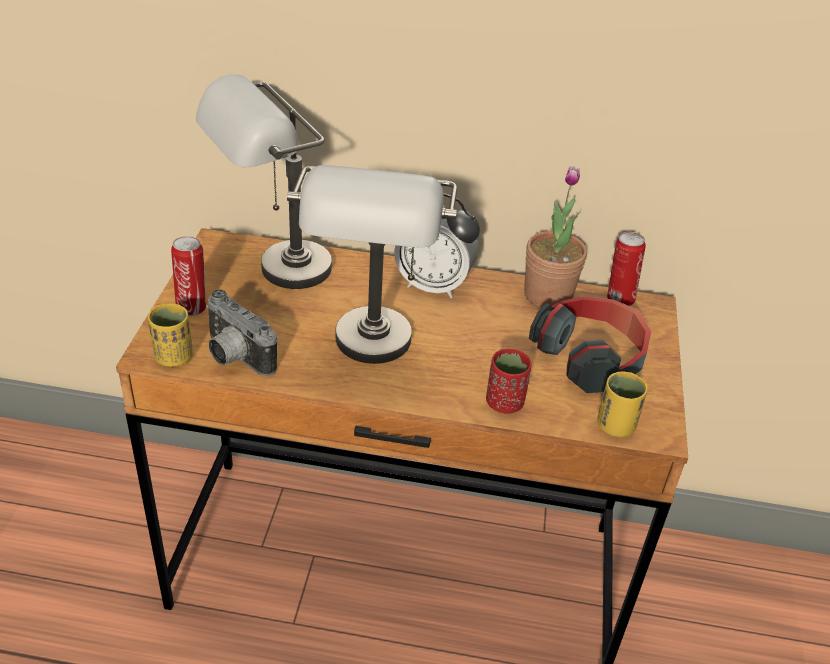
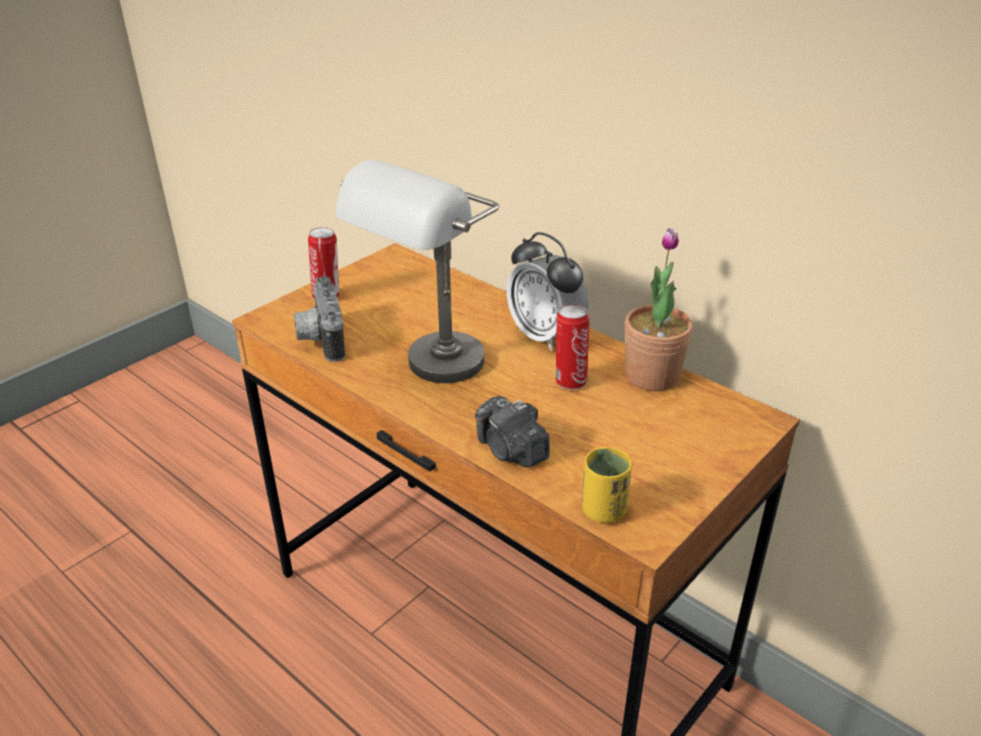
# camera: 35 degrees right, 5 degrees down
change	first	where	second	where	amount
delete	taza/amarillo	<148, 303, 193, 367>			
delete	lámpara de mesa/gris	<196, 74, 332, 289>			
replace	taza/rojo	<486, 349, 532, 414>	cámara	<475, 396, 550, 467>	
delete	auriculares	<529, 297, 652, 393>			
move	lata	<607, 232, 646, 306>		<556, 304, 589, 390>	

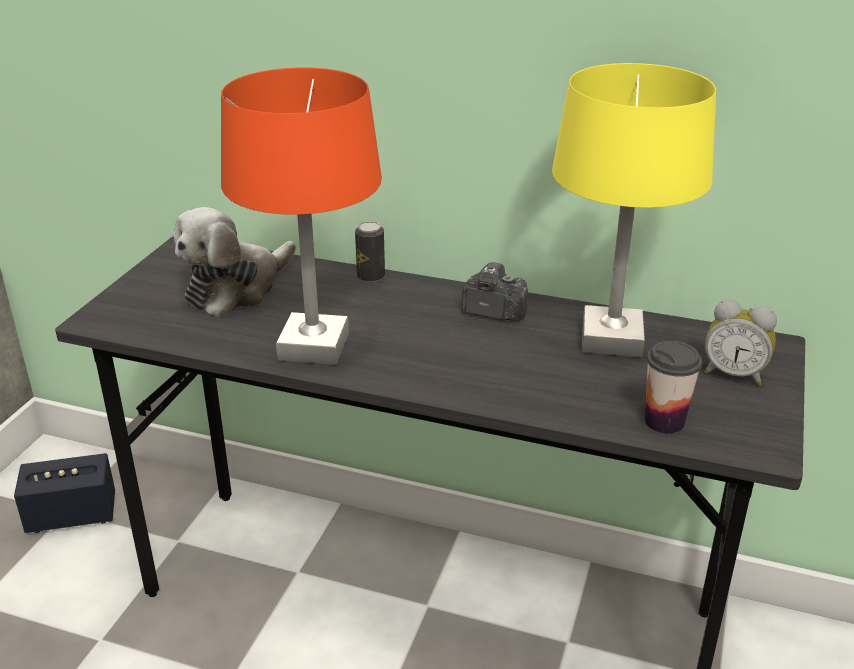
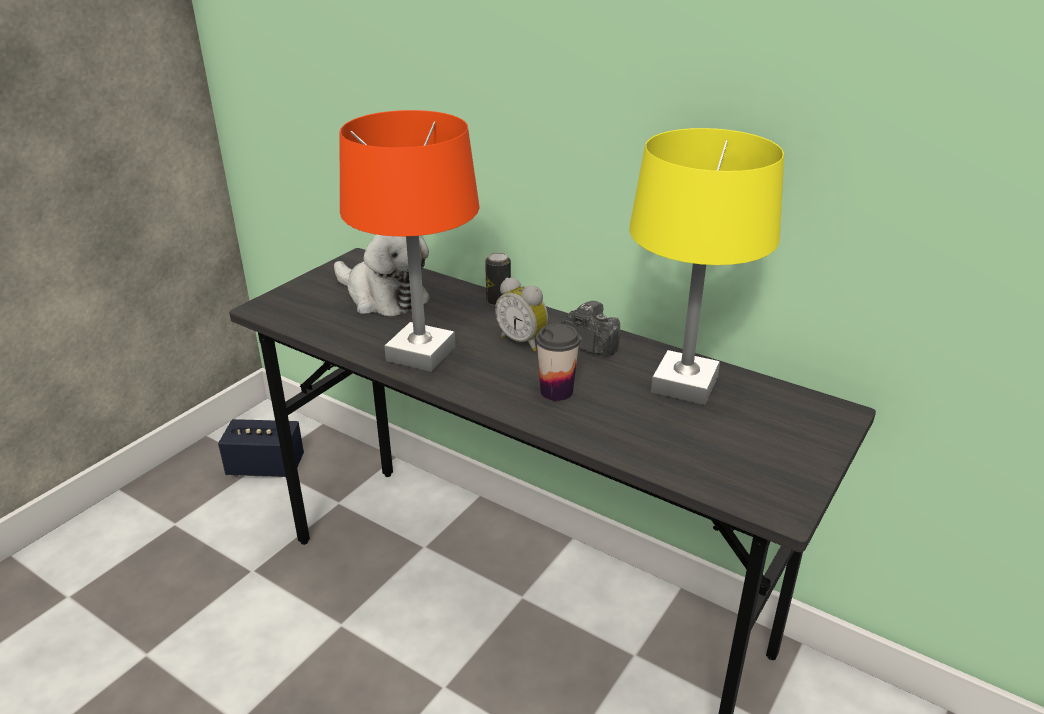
# camera: 15 degrees right, 0 degrees up
change	first	where	second	where	amount
rotate	peluche	<174, 207, 296, 317>		<334, 235, 430, 316>	105 degrees counterclockwise
move	taza	<645, 341, 702, 434>		<536, 323, 580, 401>	
move	despertador	<704, 299, 777, 386>		<495, 277, 548, 351>	

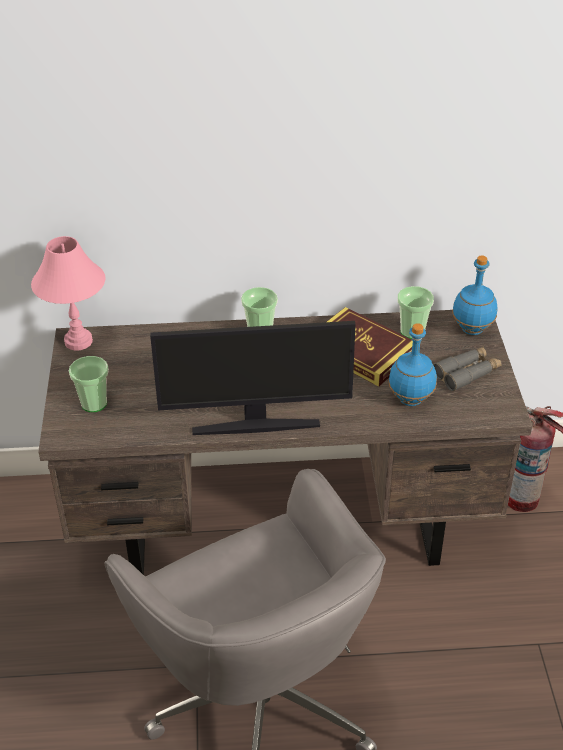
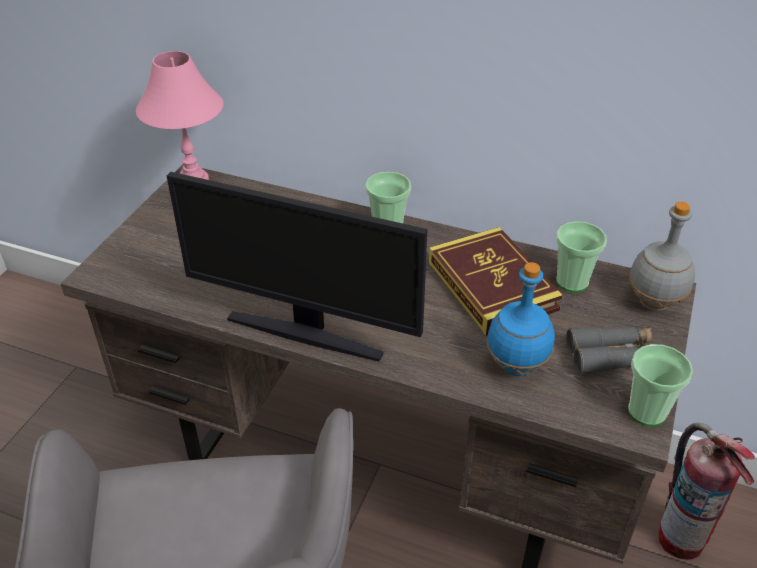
# camera: 25 degrees right, 0 degrees up
change	first	where	second	where	amount
move	taza	<69, 356, 109, 412>		<628, 344, 693, 426>	
recolor	botella/azul	<452, 255, 497, 335>	botella/gris	<629, 202, 695, 311>	

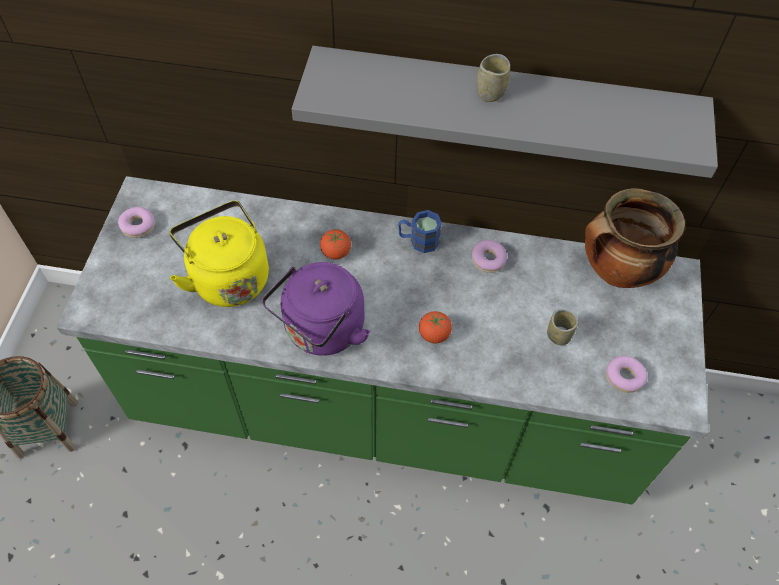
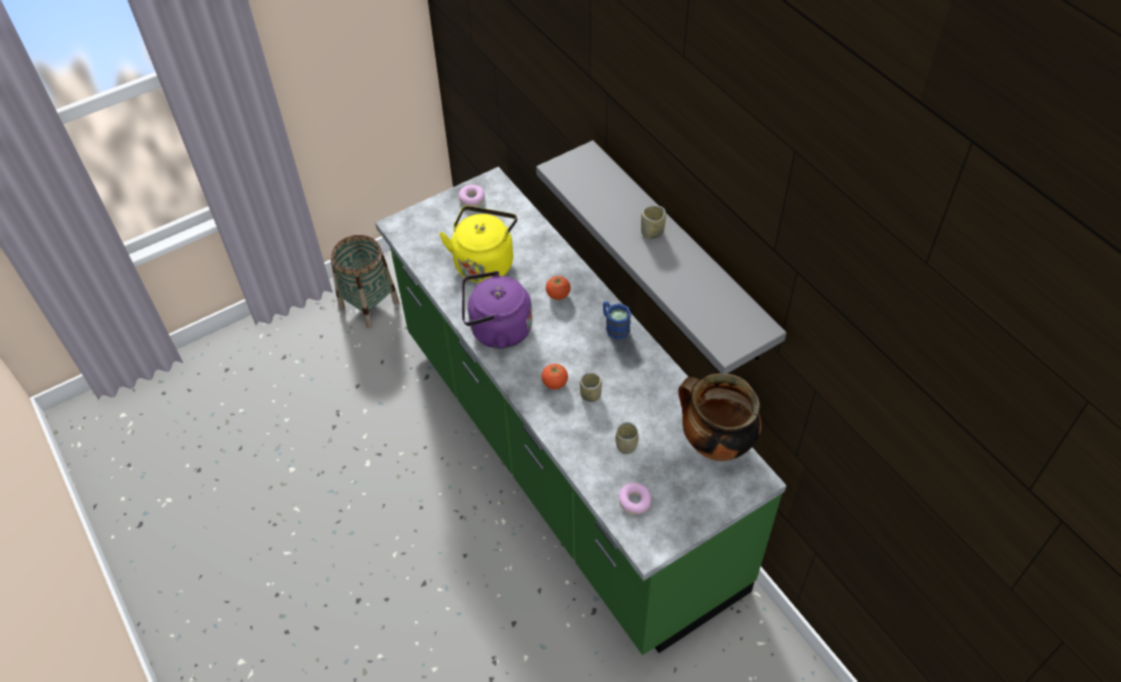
# camera: 50 degrees right, 5 degrees down
change	first	where	second	where	amount
delete	rosquilla	<472, 240, 507, 273>			
insert			taza	<580, 373, 602, 402>	

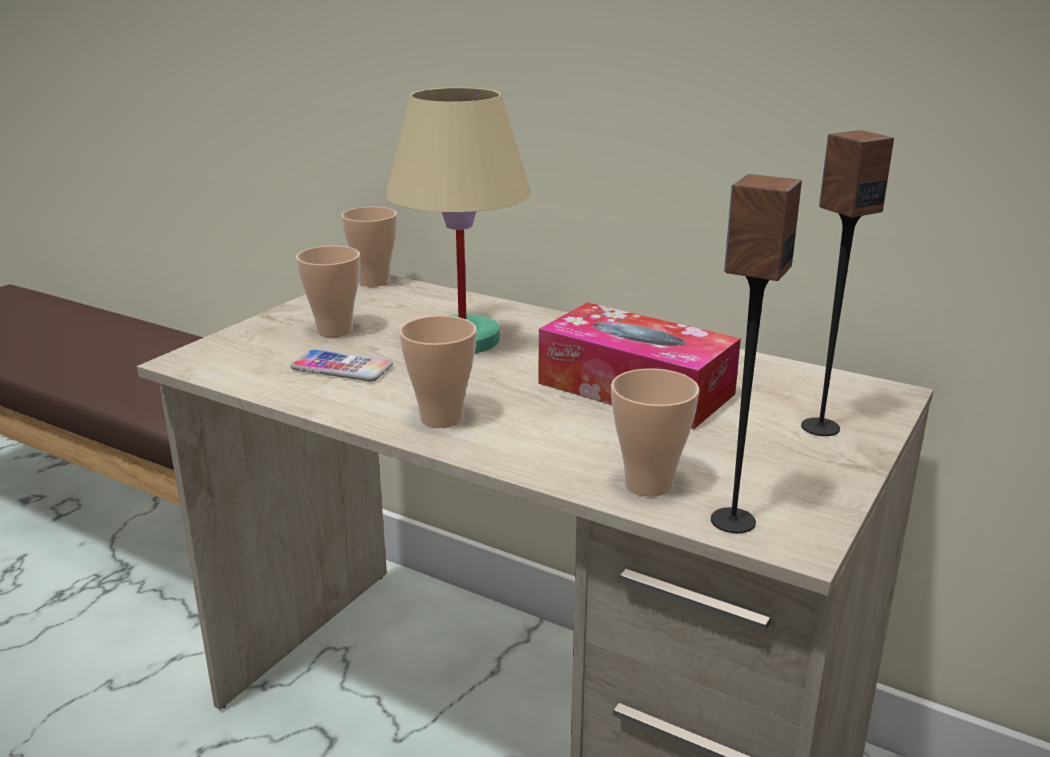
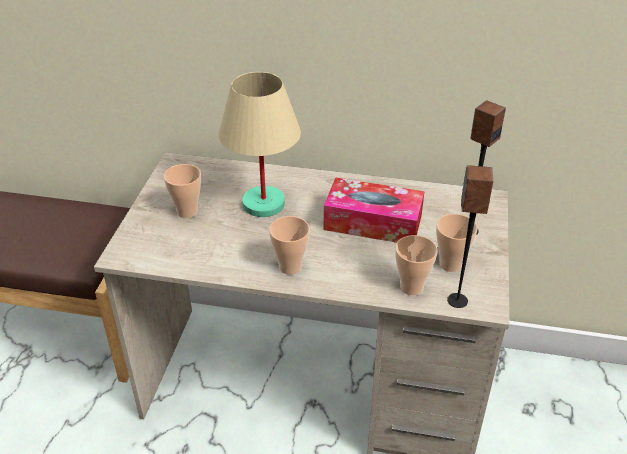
# camera: 20 degrees left, 15 degrees up
change	first	where	second	where	amount
delete	móvil	<291, 349, 393, 381>			
move	taza	<341, 207, 397, 287>		<436, 214, 477, 272>	

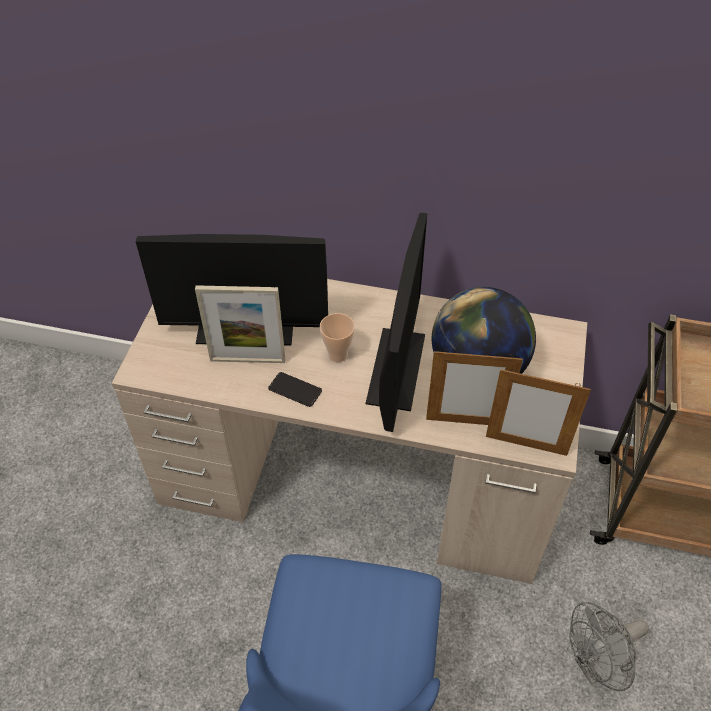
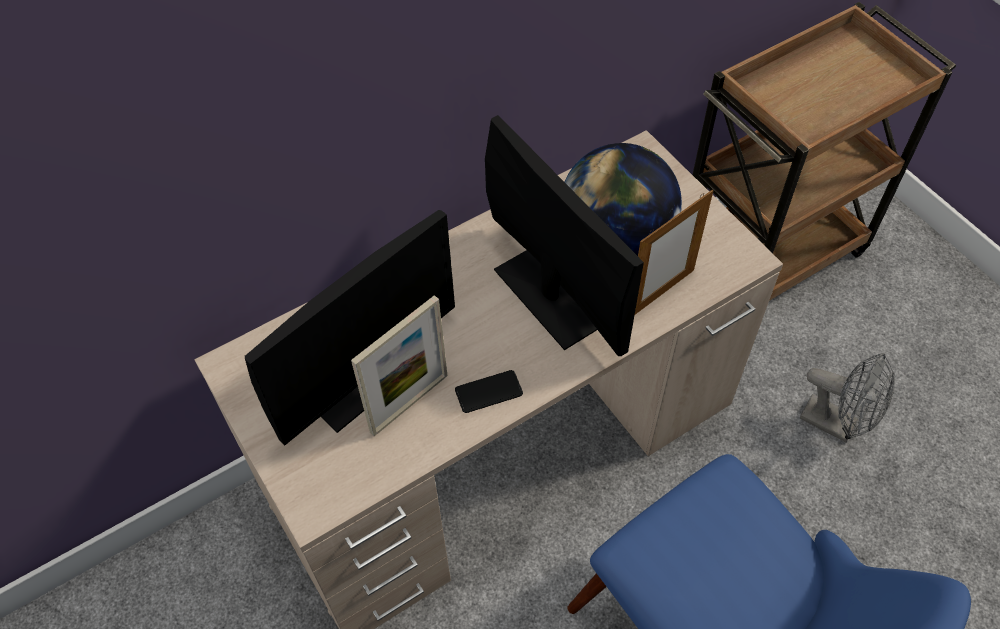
# camera: 45 degrees left, 5 degrees up
change	first	where	second	where	amount
delete	taza	<320, 313, 355, 362>			
delete	portarretratos	<486, 369, 591, 456>			
rotate	ventilador/gris	<569, 602, 649, 691>		<800, 353, 895, 442>	75 degrees counterclockwise

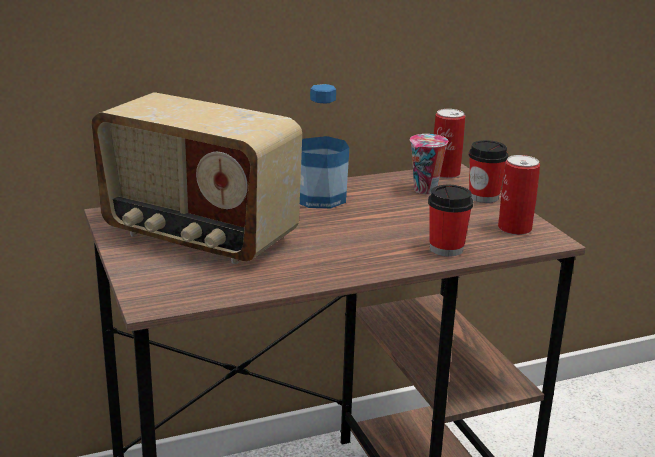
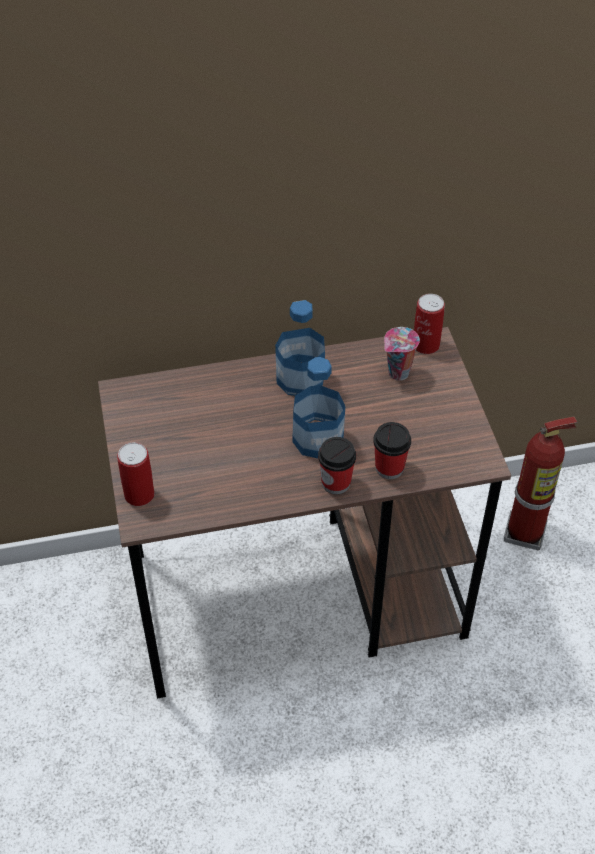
# camera: 10 degrees right, 25 degrees up
change	first	where	second	where	amount
delete	radio	<91, 92, 302, 264>			
move	taza	<469, 140, 508, 203>		<318, 437, 356, 494>	
move	lata	<498, 155, 540, 235>		<117, 442, 155, 506>	
insert			botella	<292, 357, 345, 458>	
insert			extintor	<504, 417, 578, 550>	

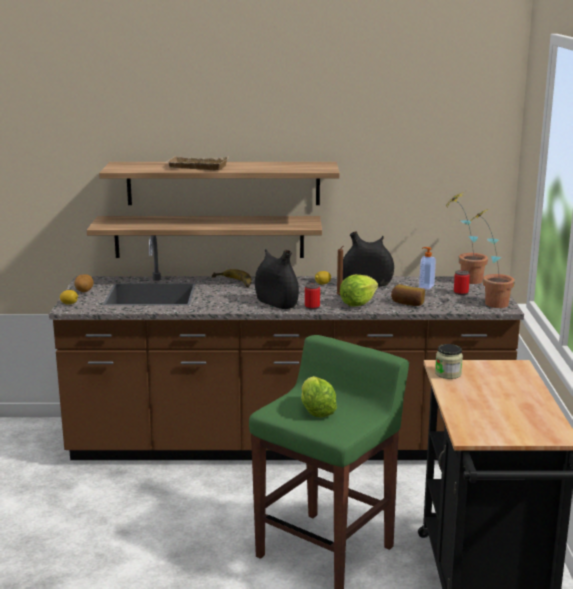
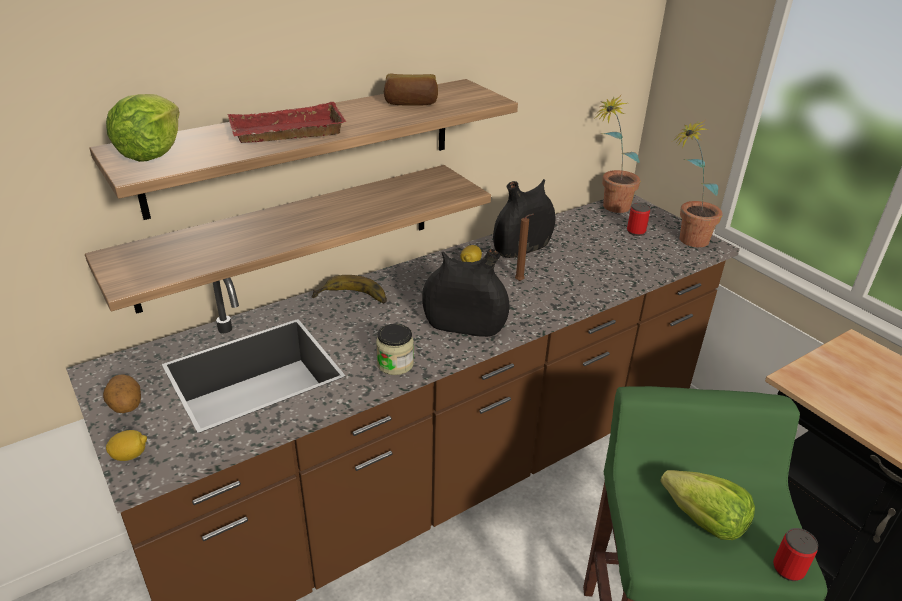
# camera: 35 degrees left, 15 degrees up
change	first	where	second	where	amount
recolor	bandeja/beis	<165, 156, 229, 170>	bandeja/rojo	<227, 102, 346, 143>	
move	lata	<305, 283, 320, 310>		<773, 528, 818, 581>	
move	lechuga	<340, 275, 378, 307>		<106, 94, 180, 162>	
move	pan	<391, 284, 425, 306>		<384, 73, 438, 106>	
delete	dispensador de jabón	<419, 247, 436, 290>			
move	tarro	<435, 344, 463, 379>		<376, 324, 414, 375>	

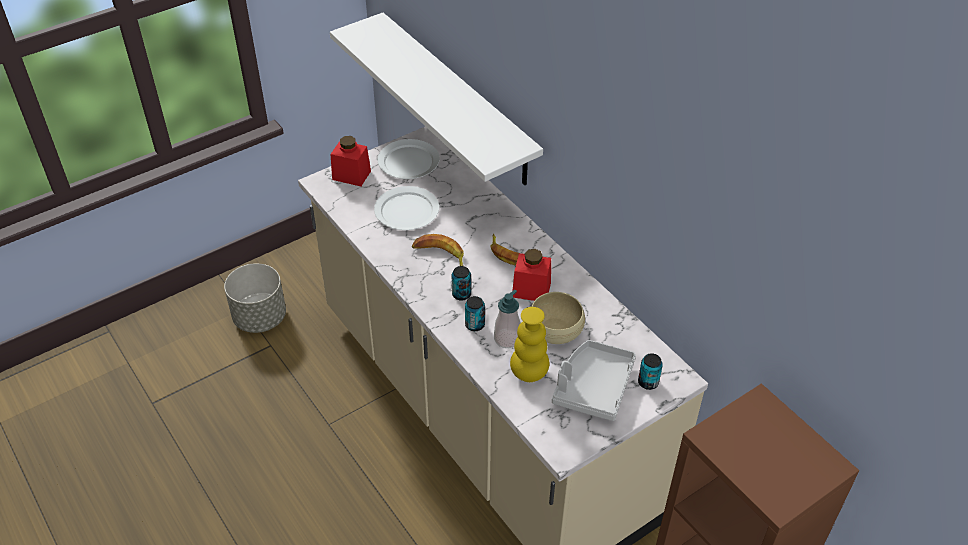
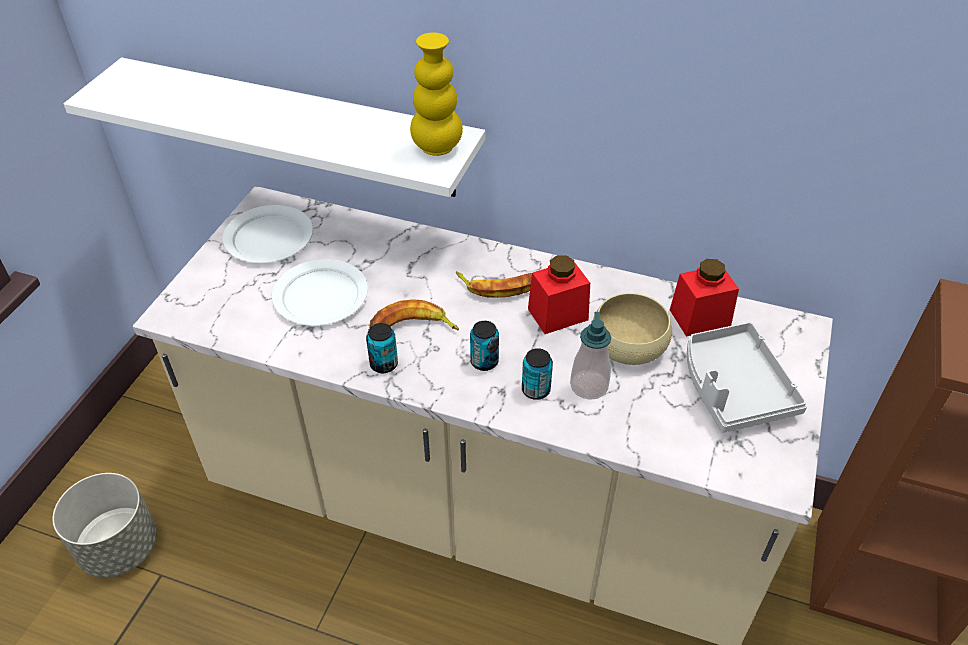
# camera: 35 degrees left, 0 degrees up
change	first	where	second	where	amount
move	tarro/rojo	<331, 136, 371, 186>		<670, 259, 739, 337>	
move	florero/amarillo	<510, 307, 549, 382>		<410, 33, 463, 156>	
move	lata	<638, 353, 663, 390>		<366, 323, 398, 373>	

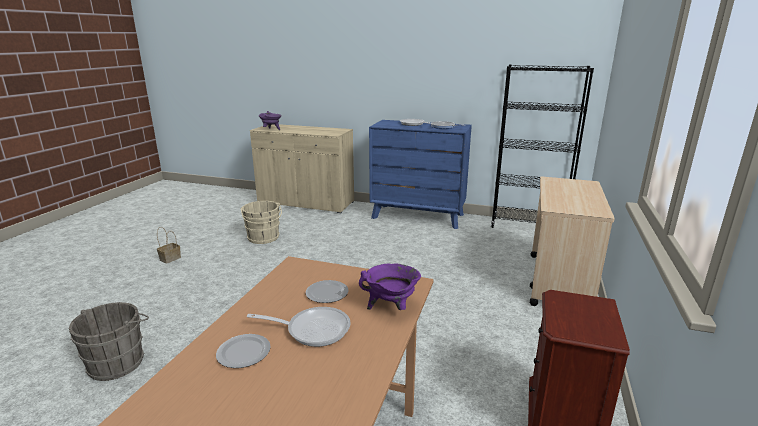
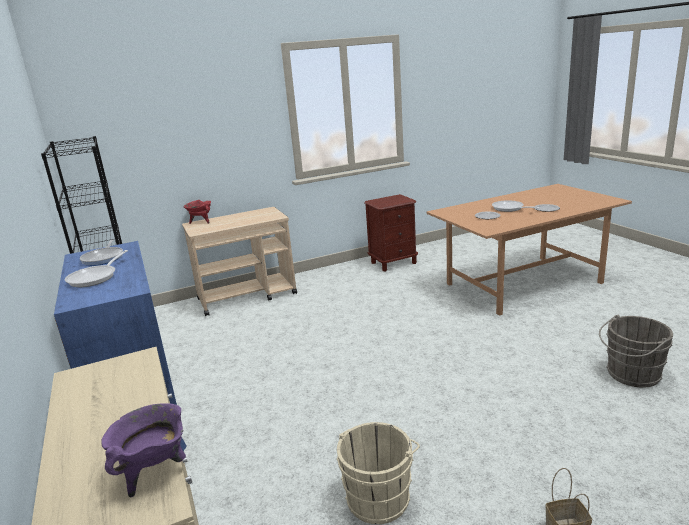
# camera: 130 degrees left, 0 degrees up
change	first	where	second	where	amount
delete	olla/morado	<359, 263, 421, 310>			
insert			olla/rojo	<184, 200, 211, 224>	

